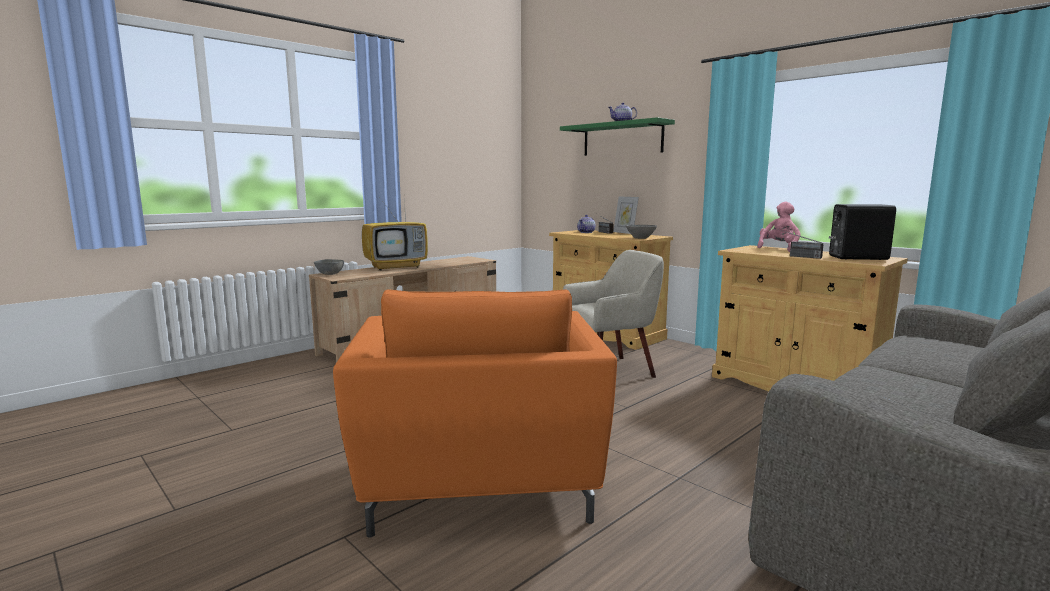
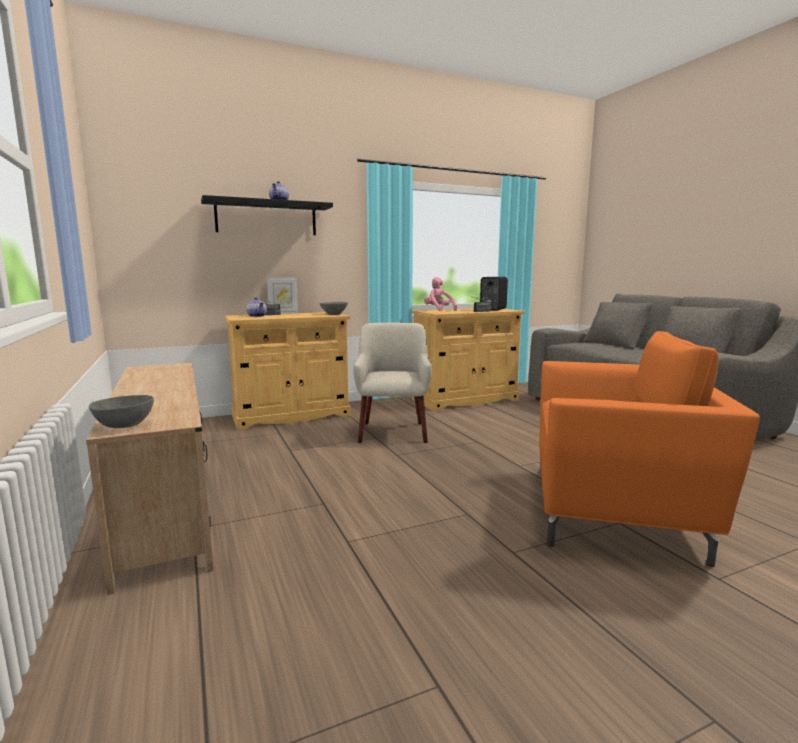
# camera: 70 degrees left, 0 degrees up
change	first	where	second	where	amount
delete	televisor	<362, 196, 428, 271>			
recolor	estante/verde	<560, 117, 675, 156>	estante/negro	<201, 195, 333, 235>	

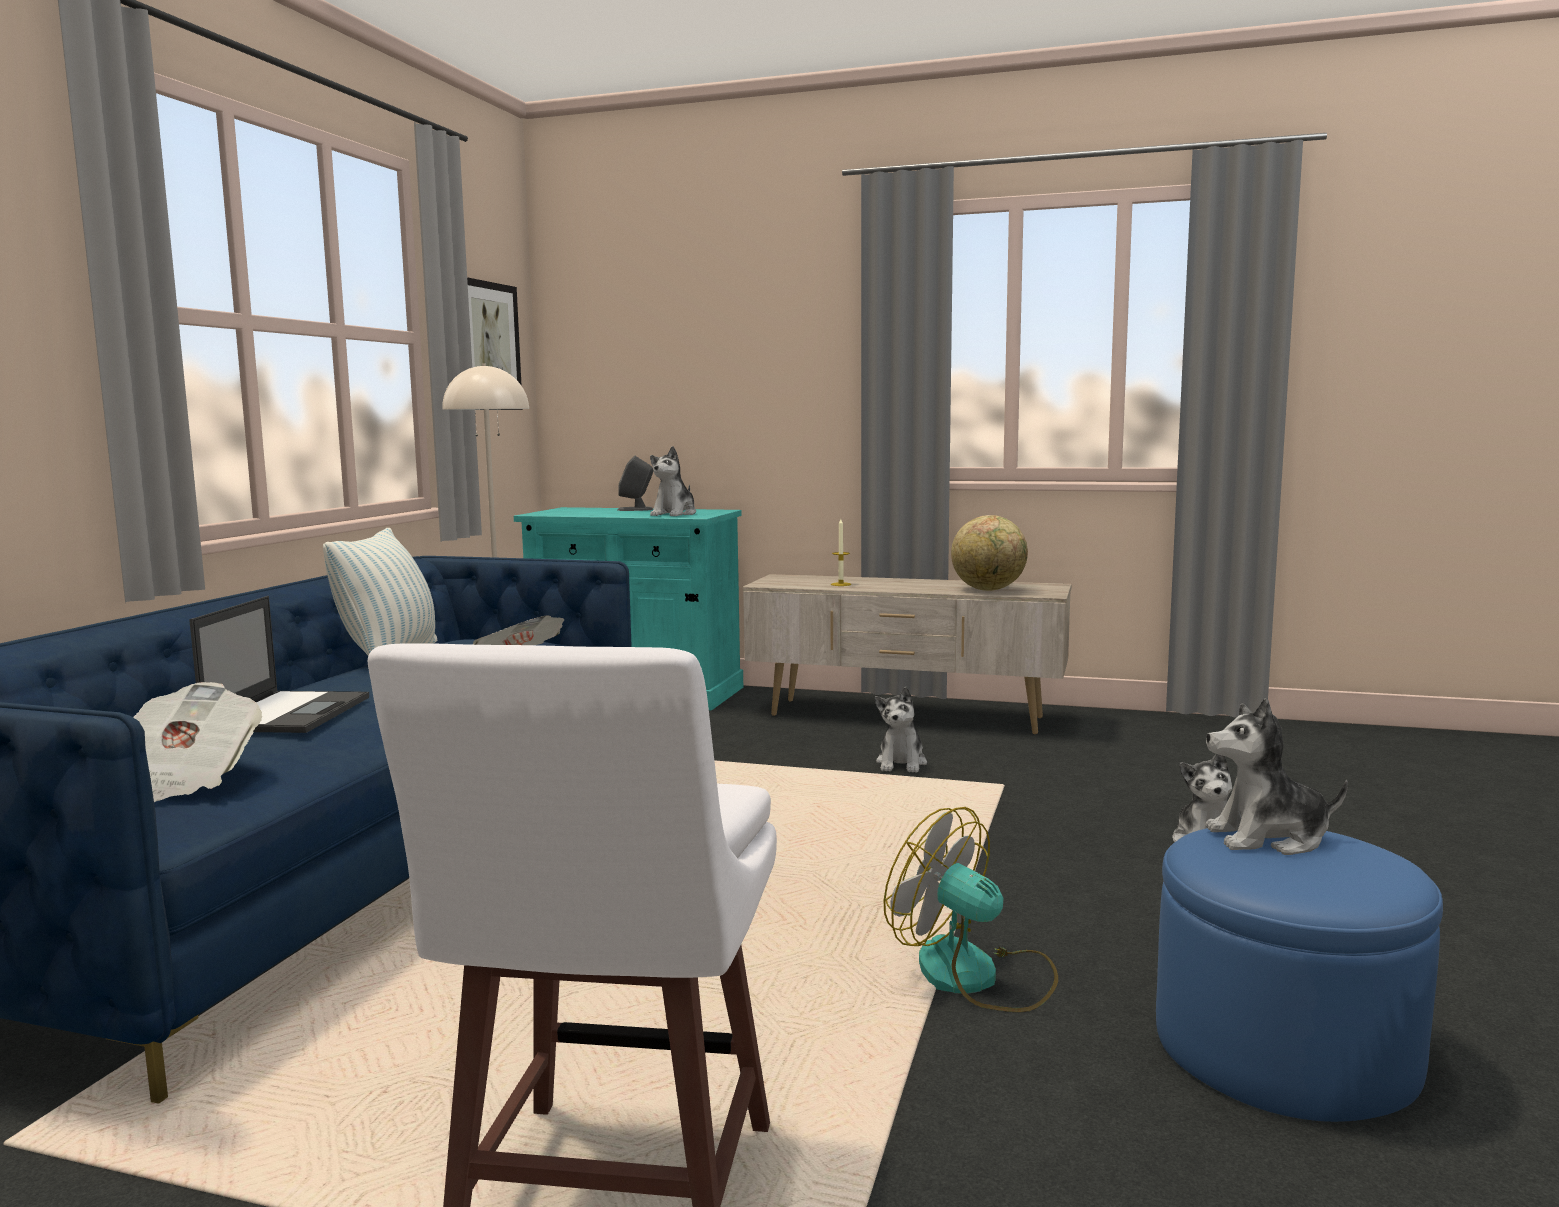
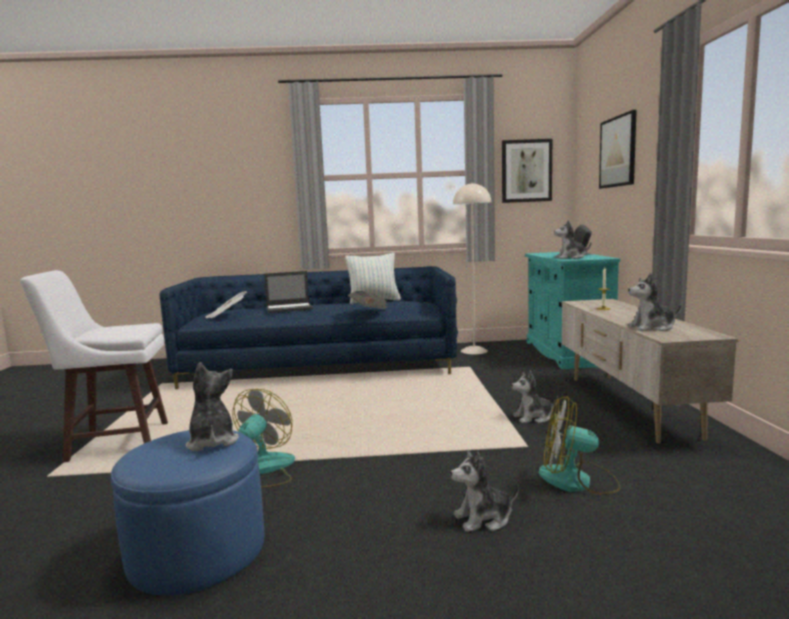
# camera: 70 degrees right, 0 degrees up
change	first	where	second	where	amount
replace	globo terráqueo	<951, 515, 1028, 591>	peluche	<628, 273, 681, 331>	
insert			ventilador	<539, 396, 621, 495>	
insert			cuadro	<599, 110, 637, 189>	

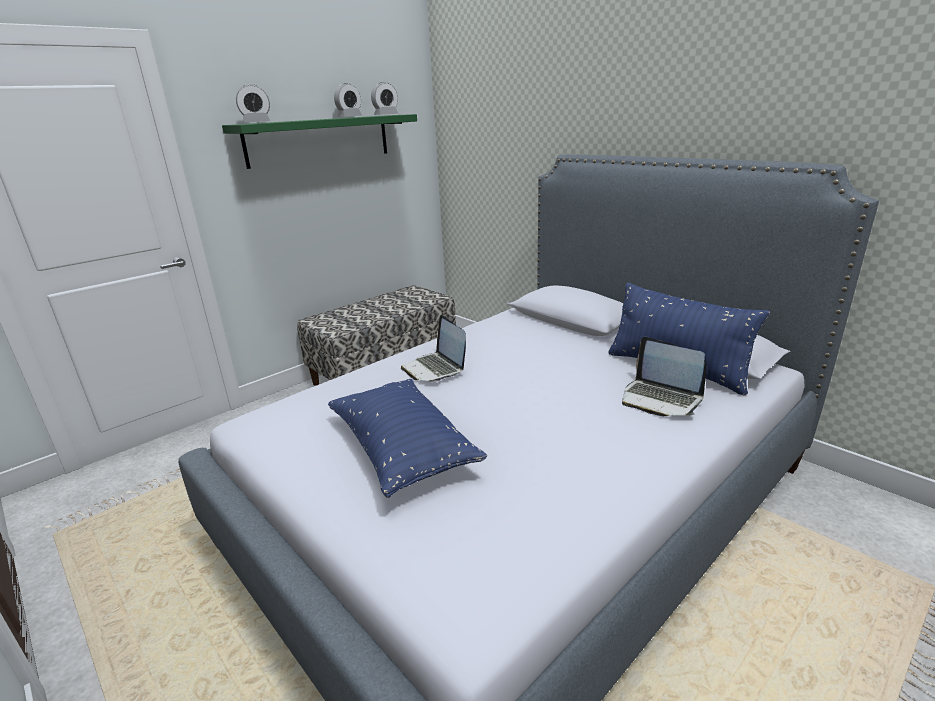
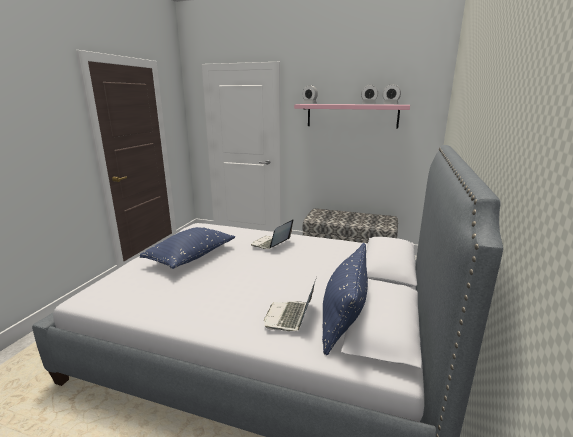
# camera: 60 degrees right, 5 degrees down
change	first	where	second	where	amount
recolor	estante/verde	<222, 114, 417, 169>	estante/rosa	<294, 104, 410, 128>	

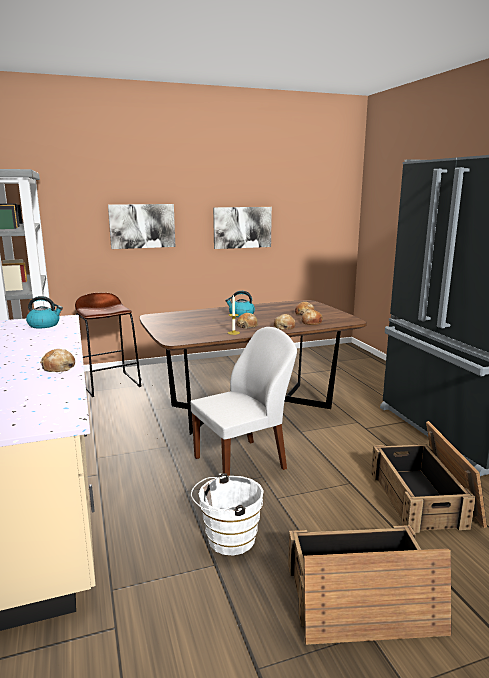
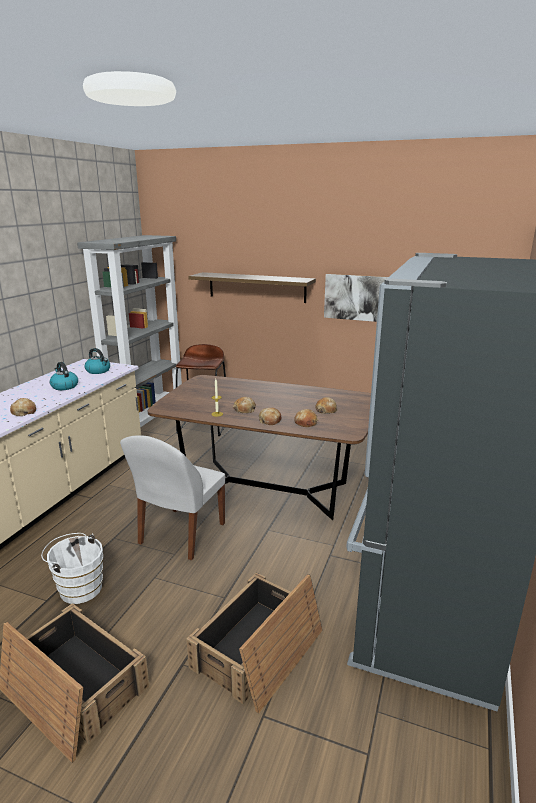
# camera: 40 degrees right, 5 degrees up
change	first	where	second	where	amount
replace	cuadro	<108, 204, 175, 249>	estante	<188, 272, 316, 303>	
rotate	silla/blanco	<190, 327, 297, 476>		<120, 436, 225, 560>	105 degrees clockwise
move	hervidor	<225, 291, 255, 317>		<50, 362, 78, 390>	

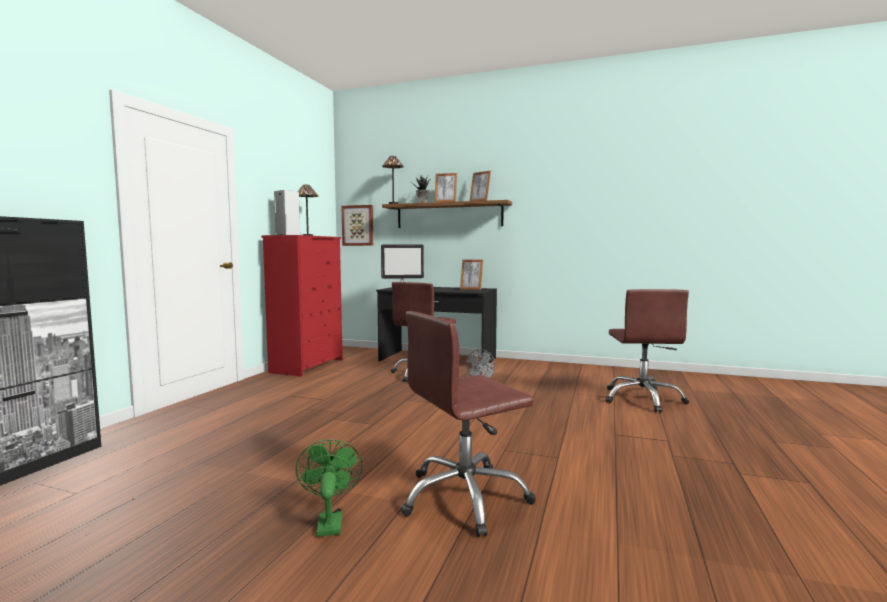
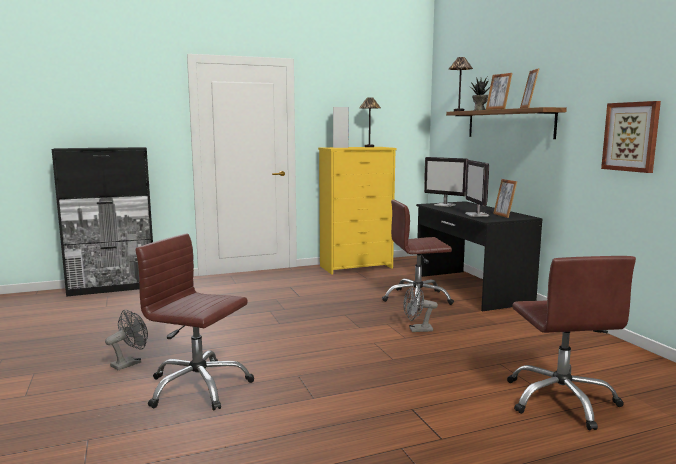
# camera: 50 degrees right, 5 degrees up
change	first	where	second	where	amount
recolor	cómoda/rojo	<261, 235, 343, 376>	cómoda/amarillo	<318, 147, 397, 275>	
recolor	ventilador/verde	<296, 439, 363, 537>	ventilador/gris	<105, 310, 148, 370>	
move	cuadro	<341, 205, 373, 246>		<601, 101, 661, 173>	
rotate	silla de oficina/marrón	<605, 289, 689, 413>		<507, 256, 636, 430>	60 degrees counterclockwise
insert			monitor	<465, 160, 489, 217>	

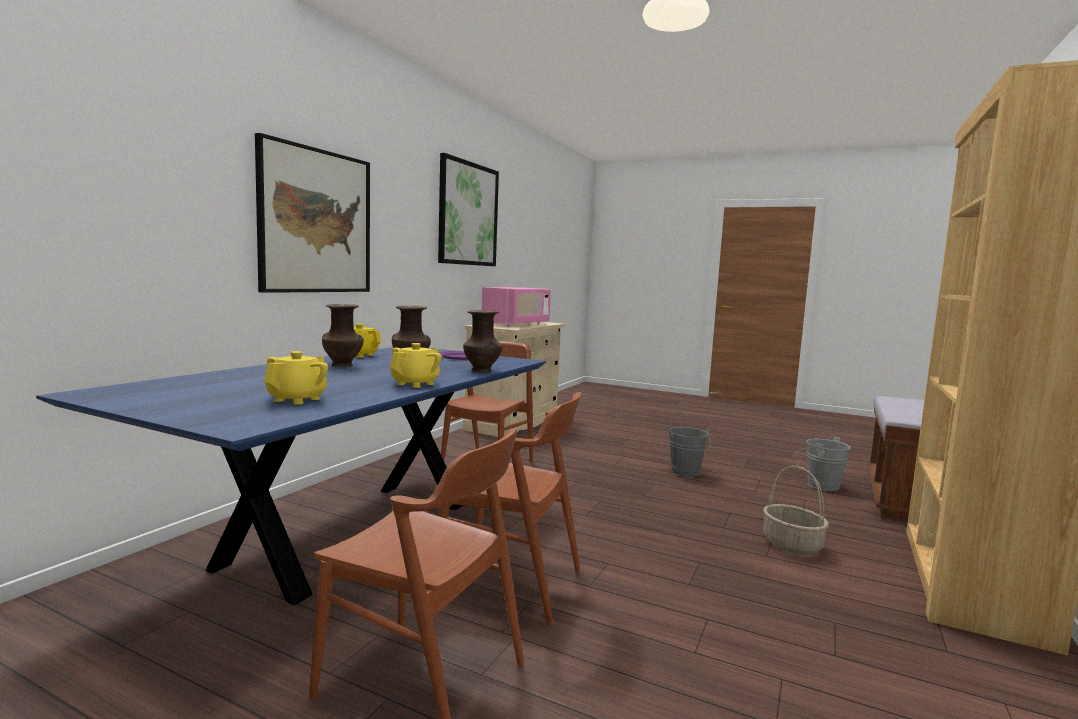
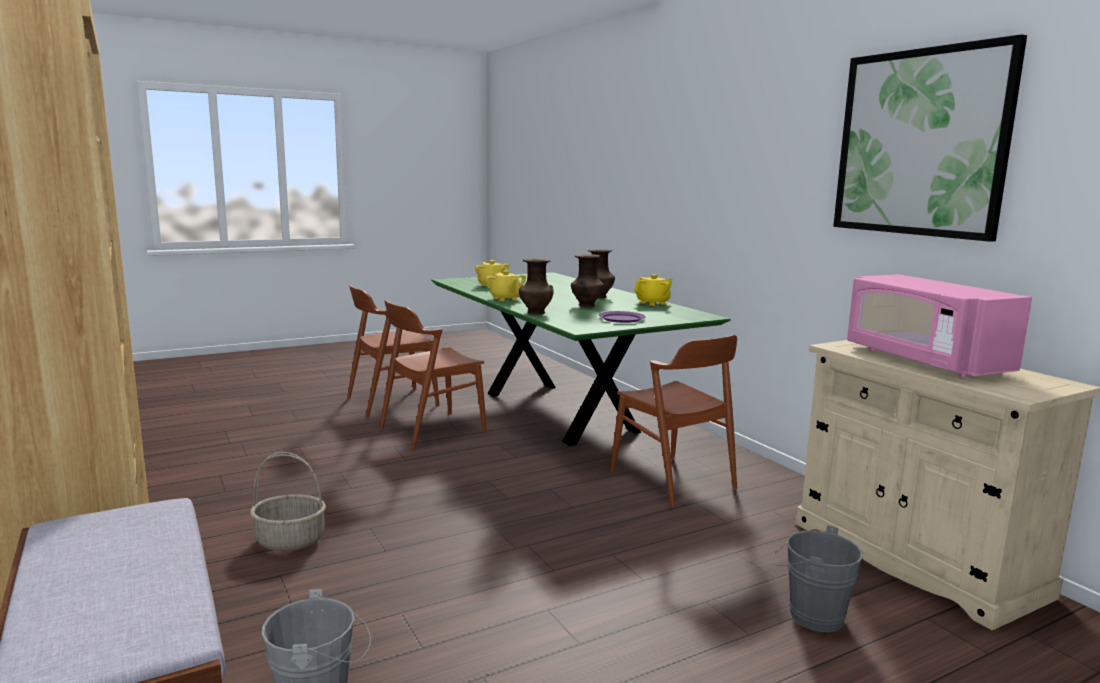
# camera: 125 degrees right, 5 degrees up
change	first	where	second	where	amount
recolor	mesa de comedor/azul	<36, 347, 546, 605>	mesa de comedor/verde	<431, 272, 731, 446>	
delete	cuadro	<255, 133, 370, 293>			
move	cubo/gris	<668, 427, 711, 477>		<772, 525, 863, 632>	

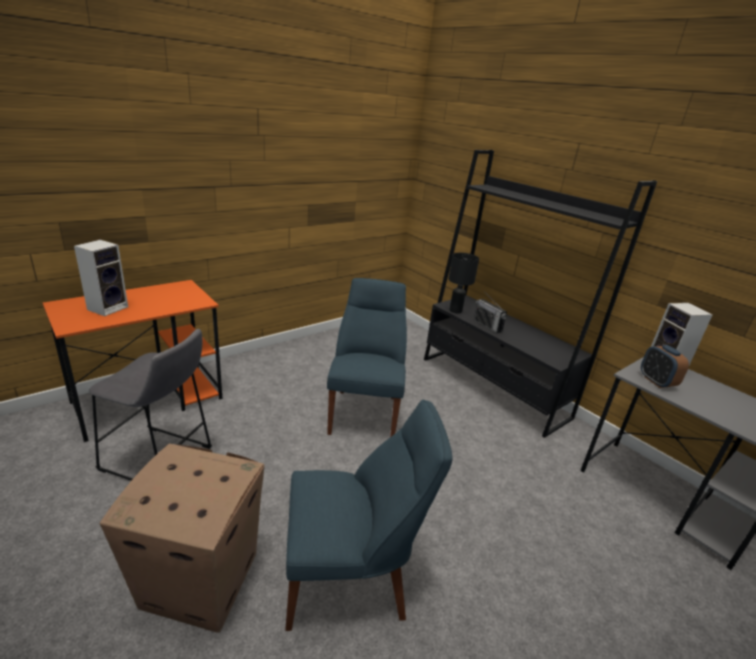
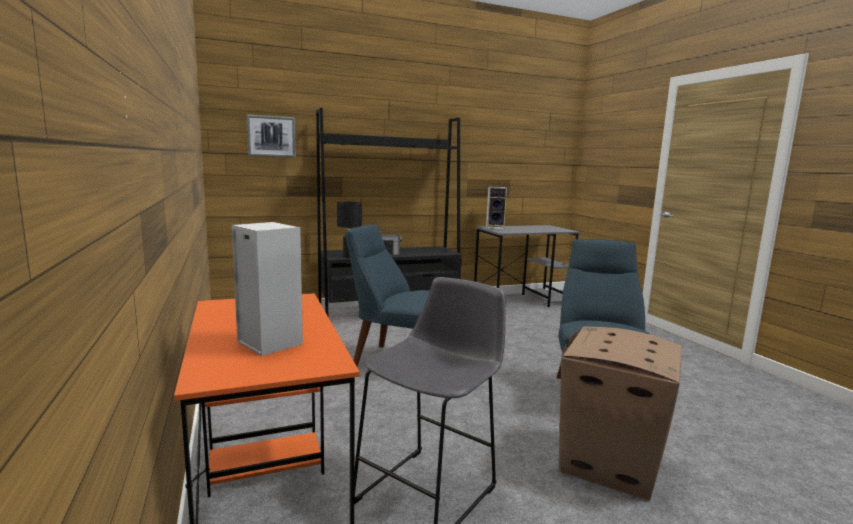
# camera: 70 degrees left, 15 degrees down
change	first	where	second	where	amount
delete	despertador	<641, 345, 689, 388>			
insert			cuadro	<247, 114, 296, 158>	

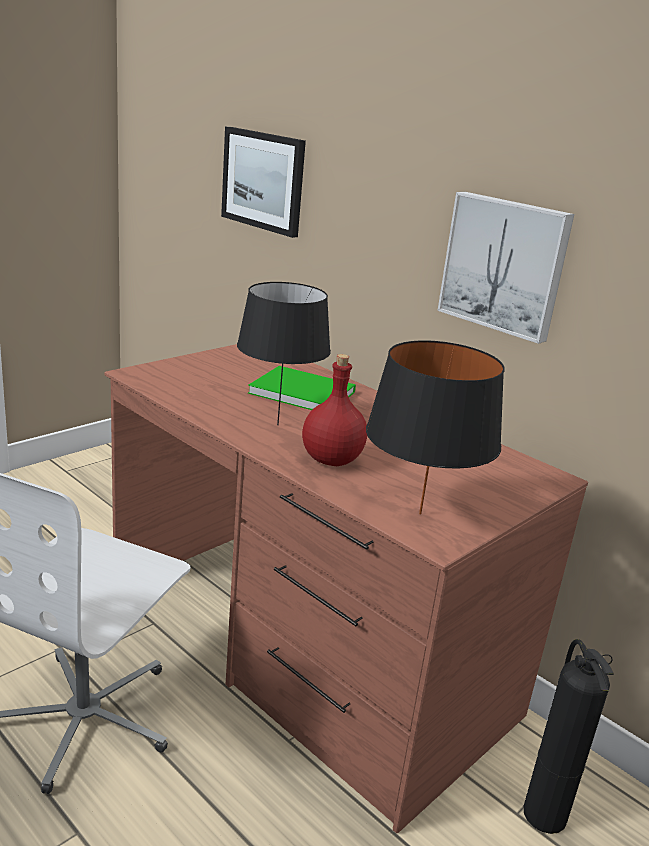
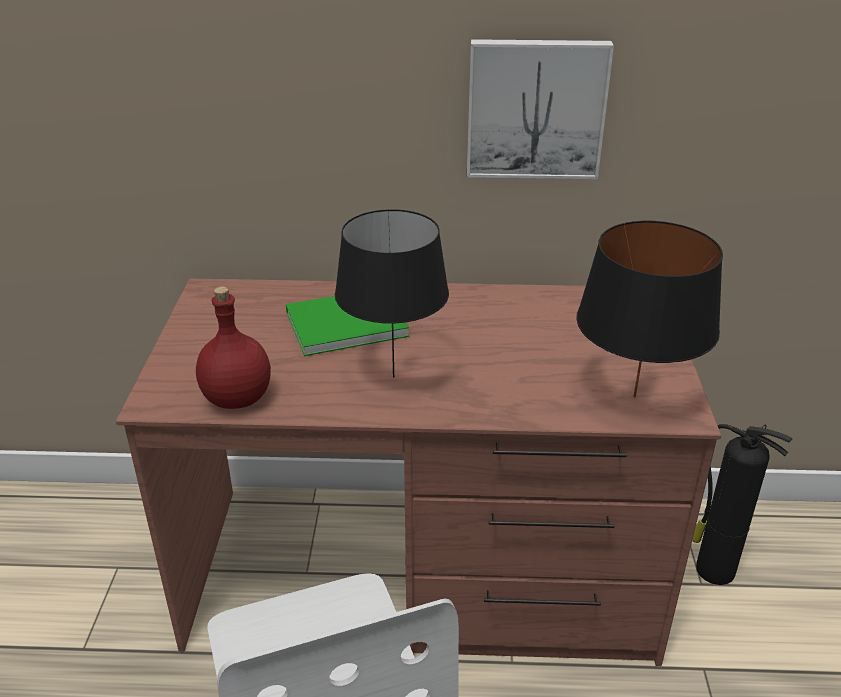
# camera: 40 degrees left, 10 degrees up
change	first	where	second	where	amount
delete	cuadro	<221, 127, 306, 238>			
move	botella/rojo	<302, 354, 367, 466>		<196, 286, 271, 409>	

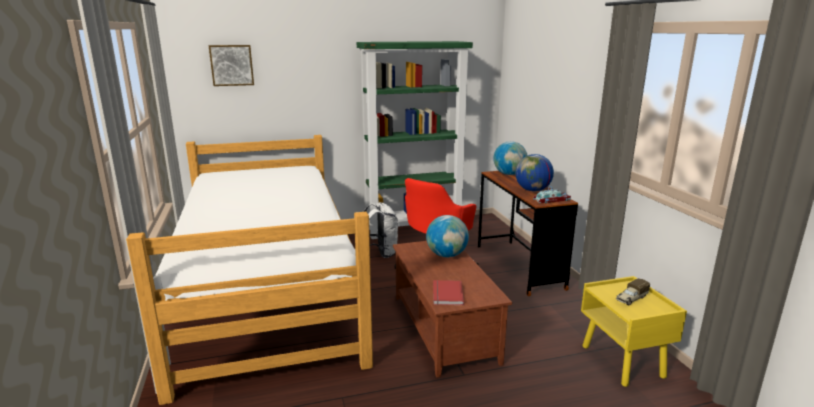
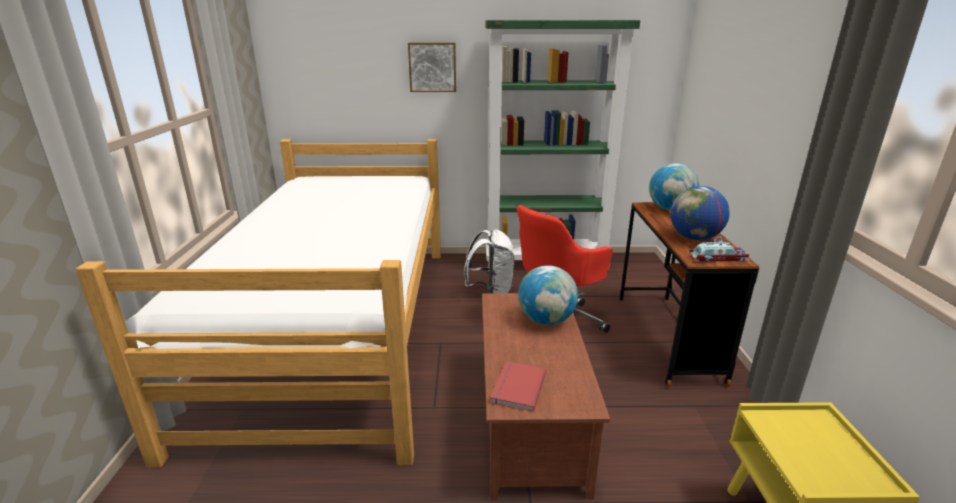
# camera: 15 degrees right, 5 degrees up
change	first	where	second	where	amount
move	cuadro	<209, 45, 254, 86>		<408, 43, 456, 92>	
delete	camión de juguete	<616, 278, 650, 305>			

